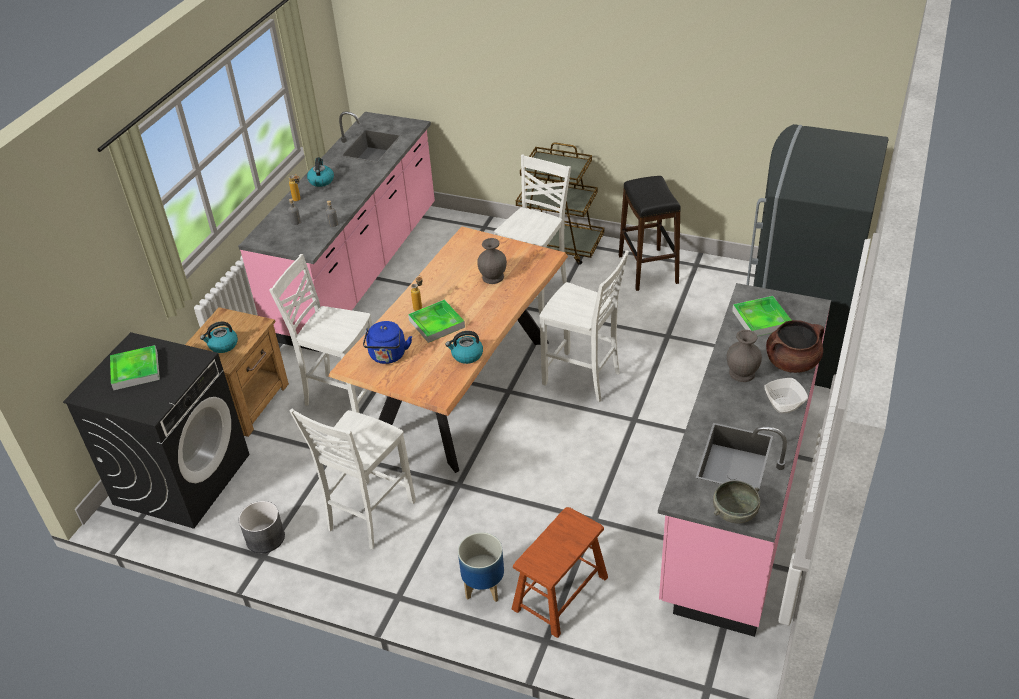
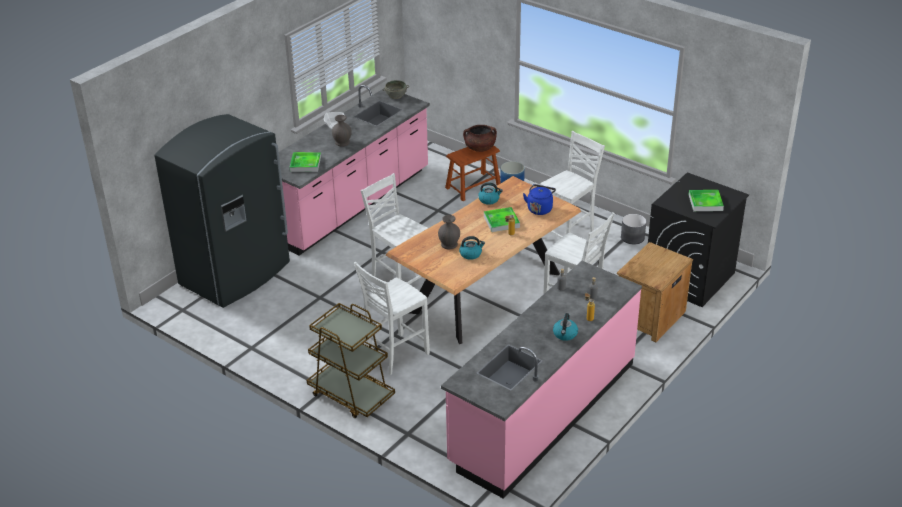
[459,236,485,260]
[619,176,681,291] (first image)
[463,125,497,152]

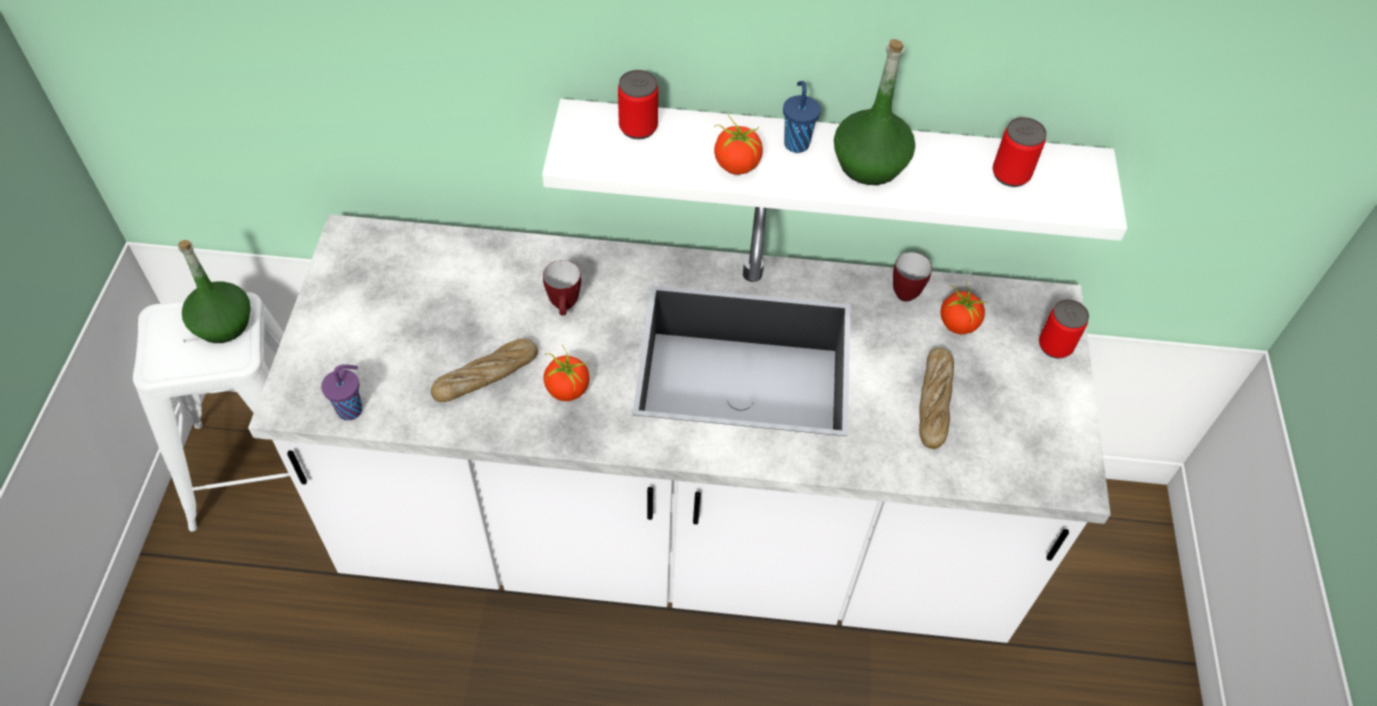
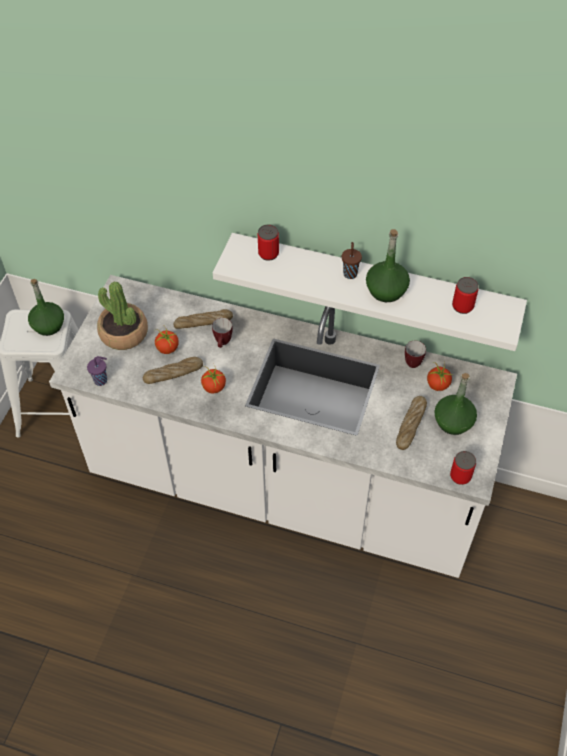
[155,326,179,354]
[342,242,362,279]
[450,451,476,485]
[97,282,148,350]
[174,309,233,329]
[434,373,477,435]

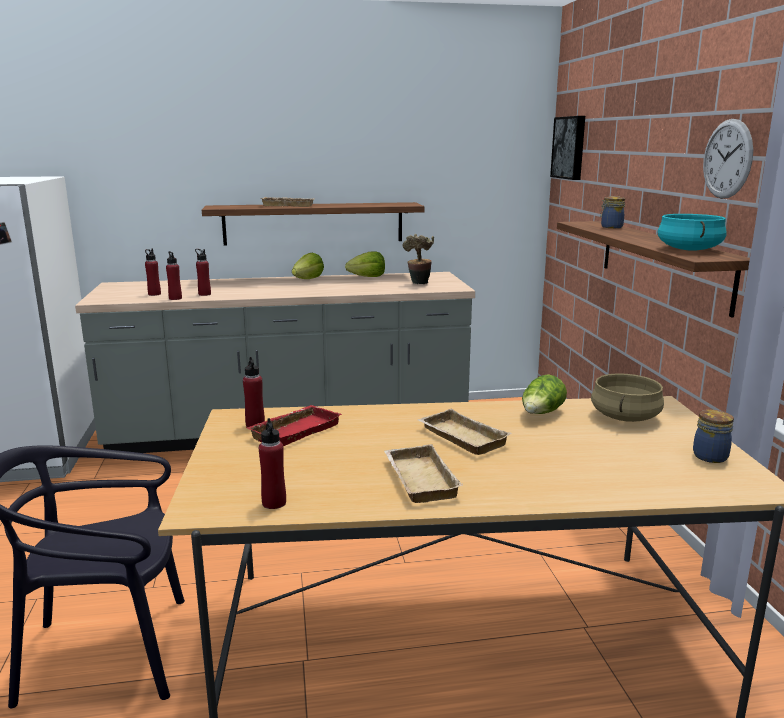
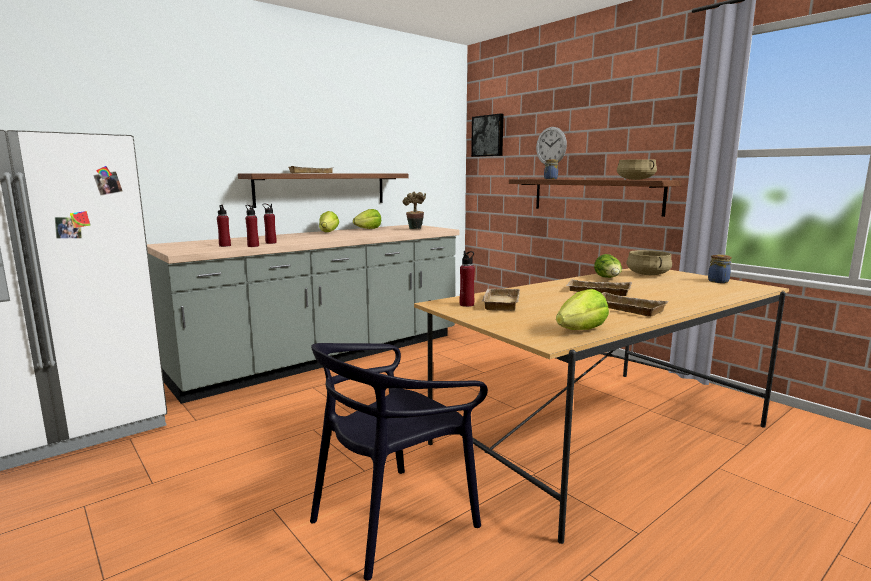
[482,289,520,311]
[556,289,609,330]
[617,159,657,180]
[536,127,567,164]

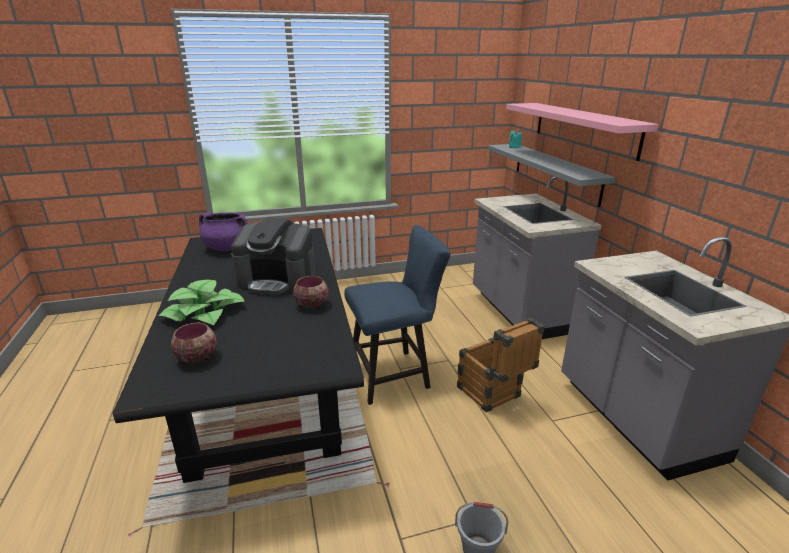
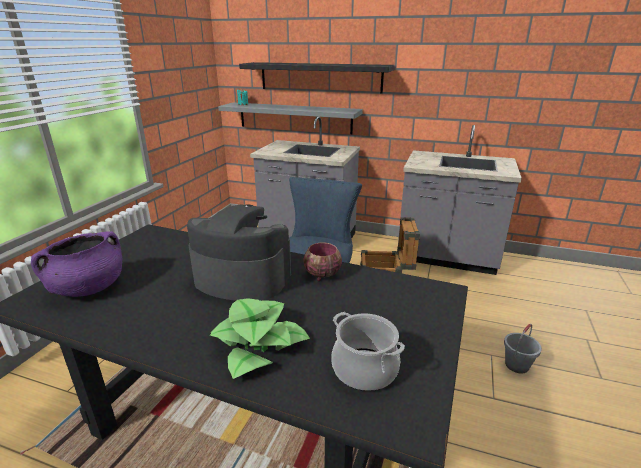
[331,312,405,391]
[187,204,291,301]
[239,62,395,93]

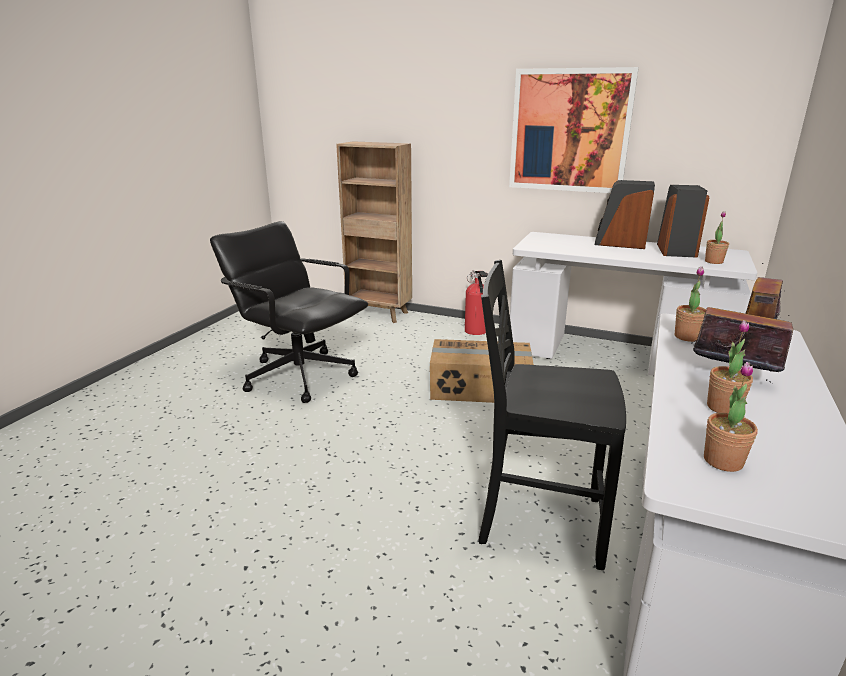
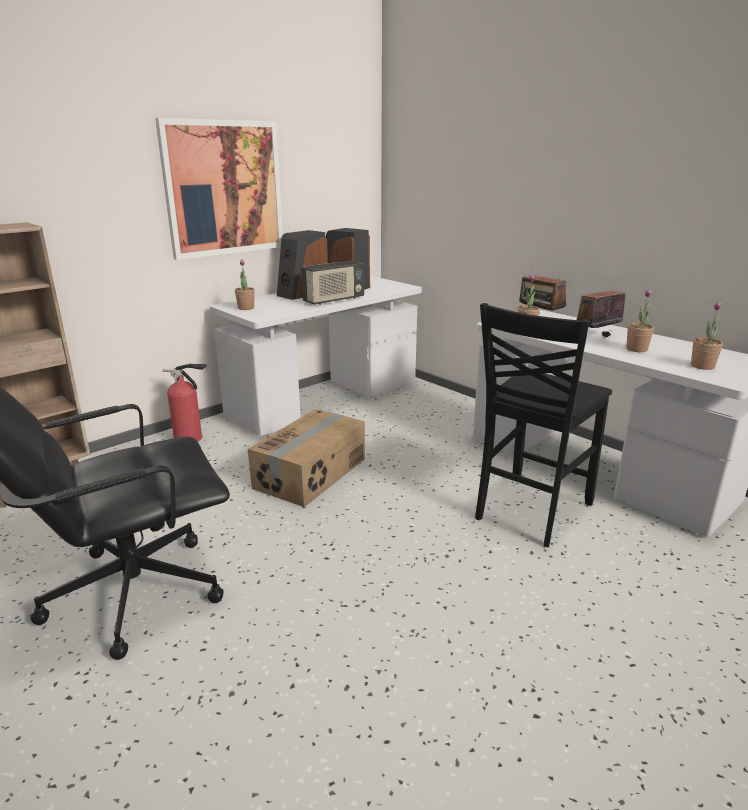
[235,259,254,310]
[301,261,364,305]

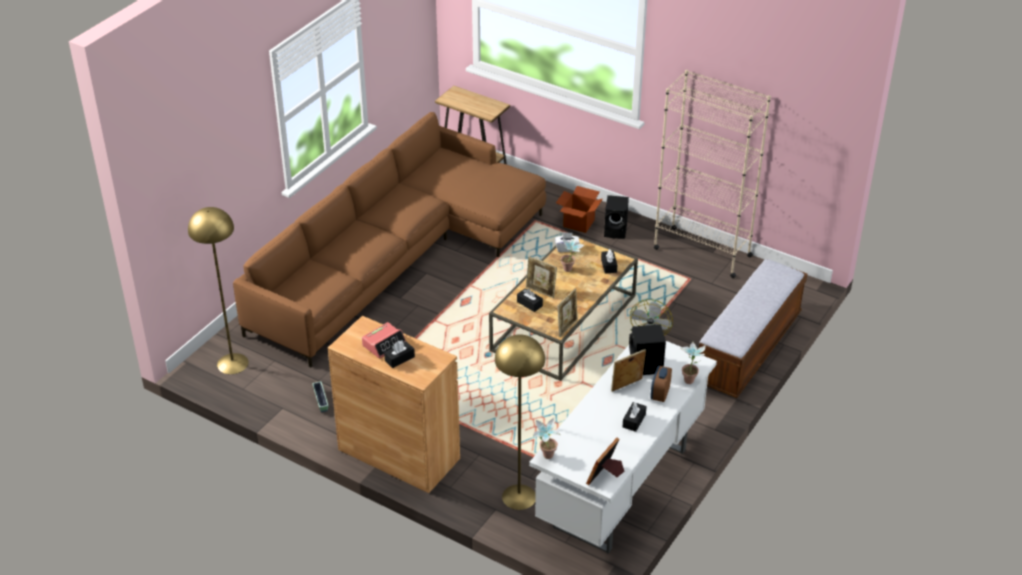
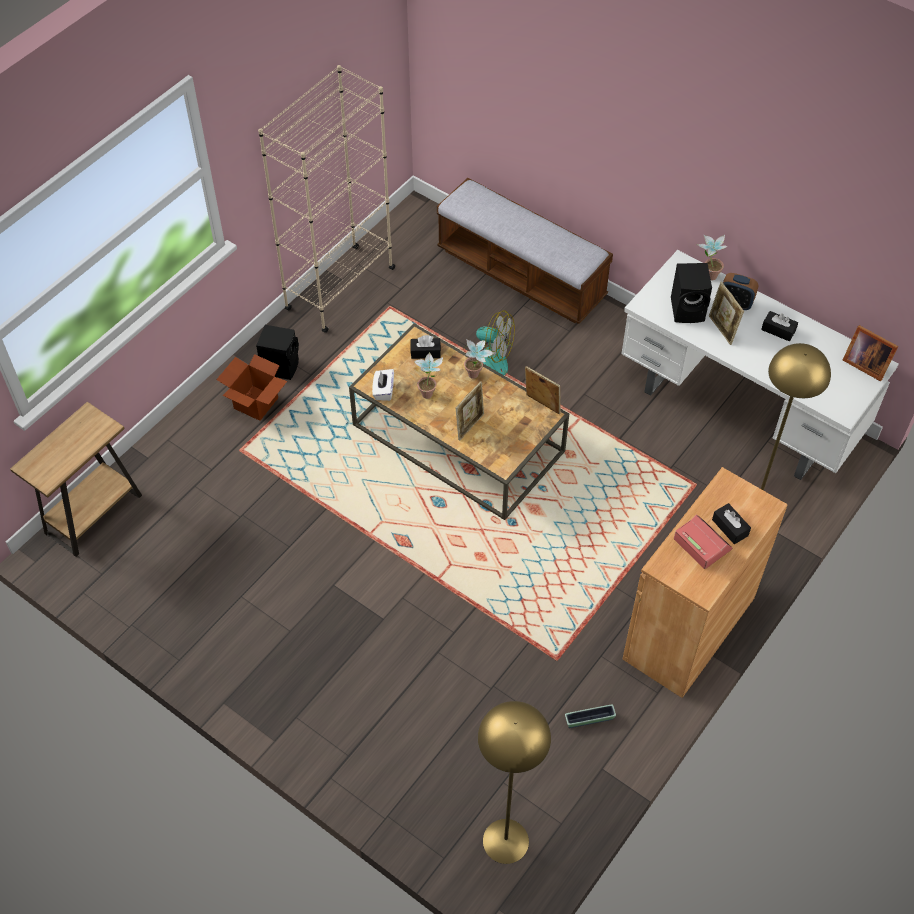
[233,112,546,367] (first image)
[517,288,543,312] (first image)
[464,339,494,379]

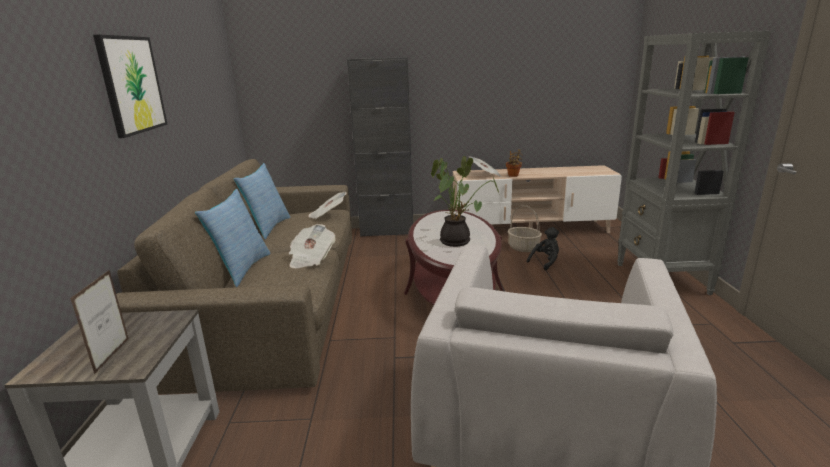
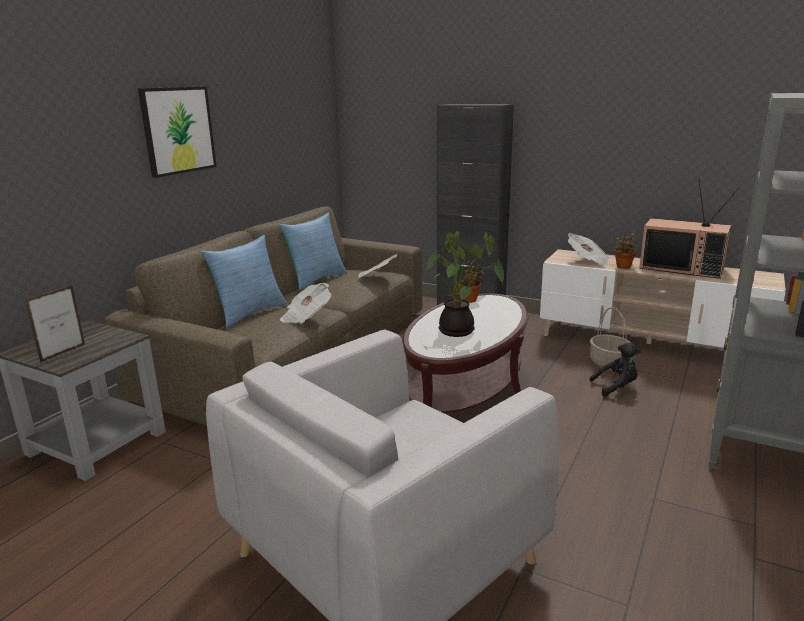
[459,261,484,303]
[639,180,740,279]

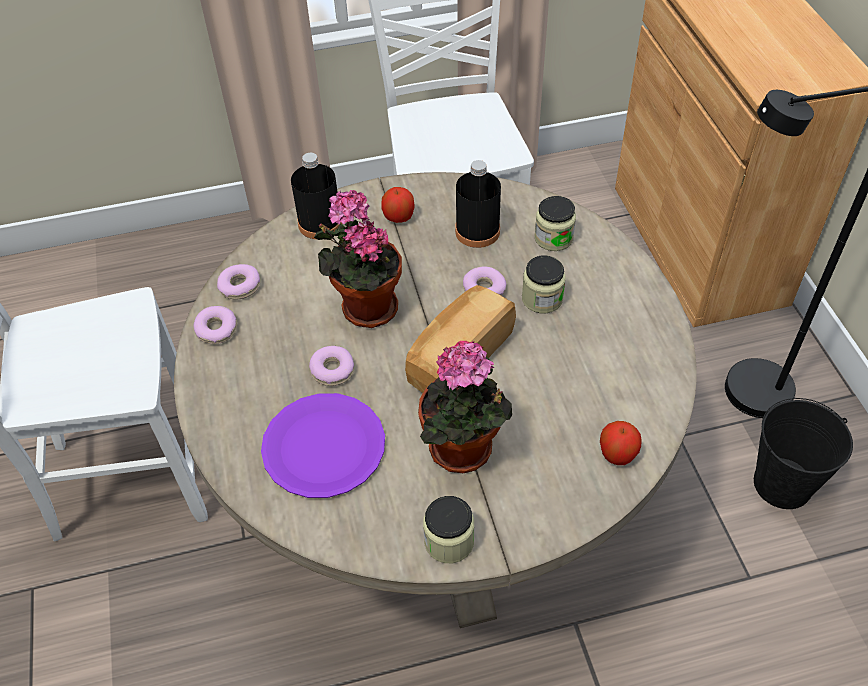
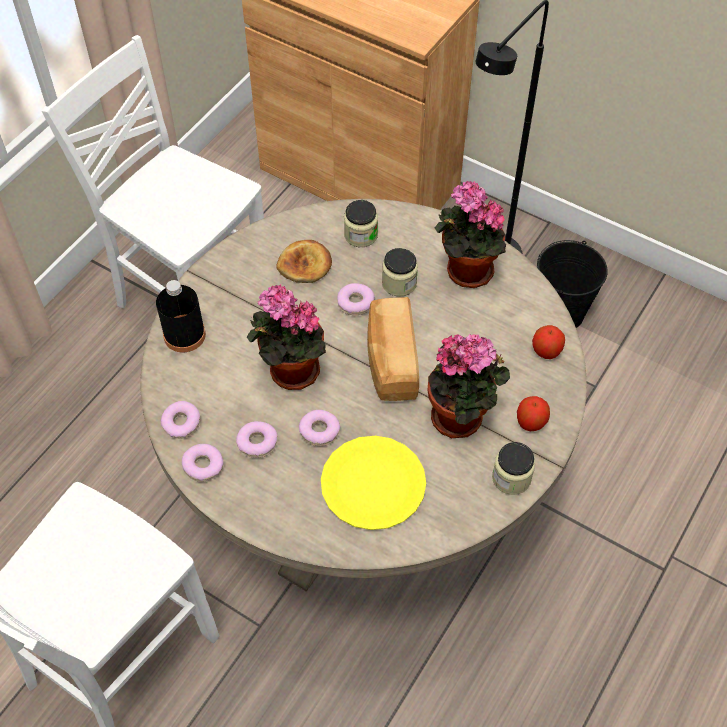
[321,436,426,530]
[517,396,550,431]
[276,240,332,283]
[236,421,277,458]
[434,181,506,288]

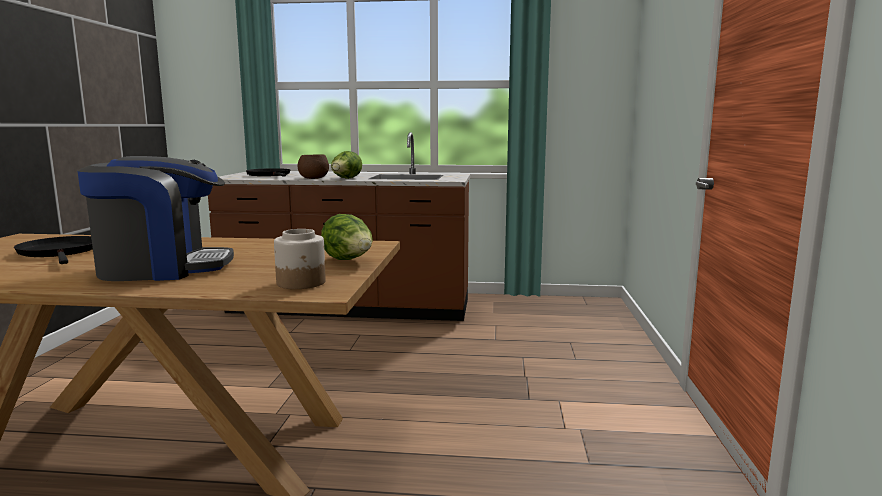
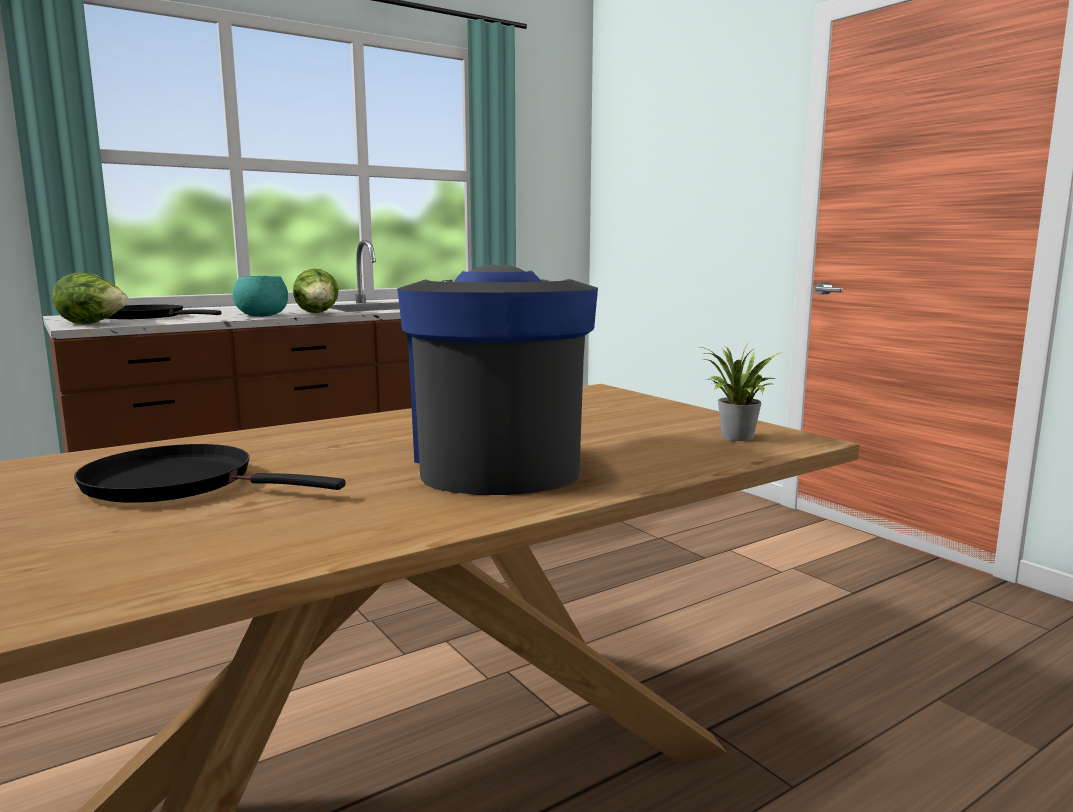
[397,265,598,495]
[701,342,780,441]
[233,276,288,317]
[52,272,129,324]

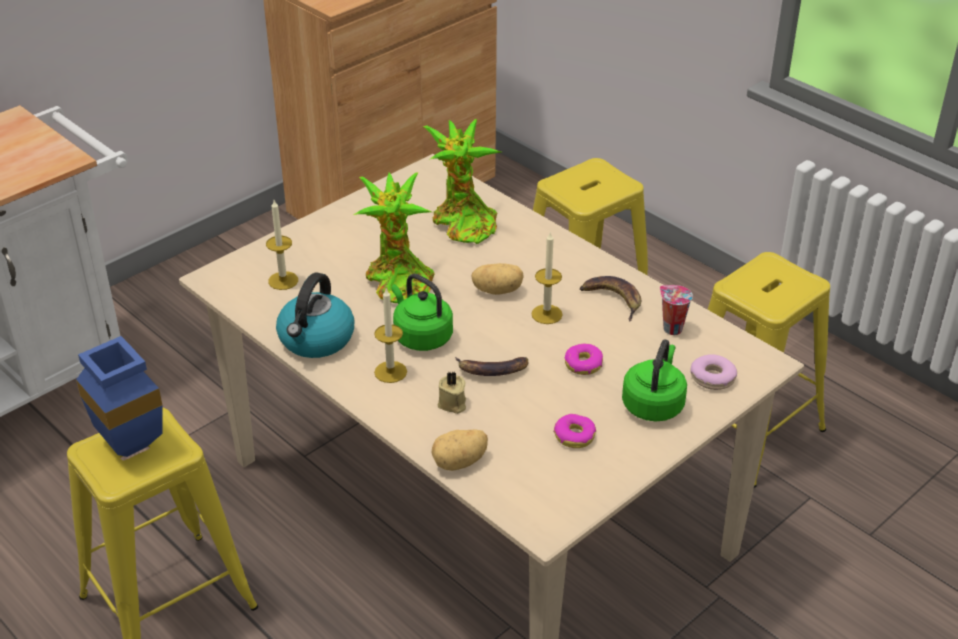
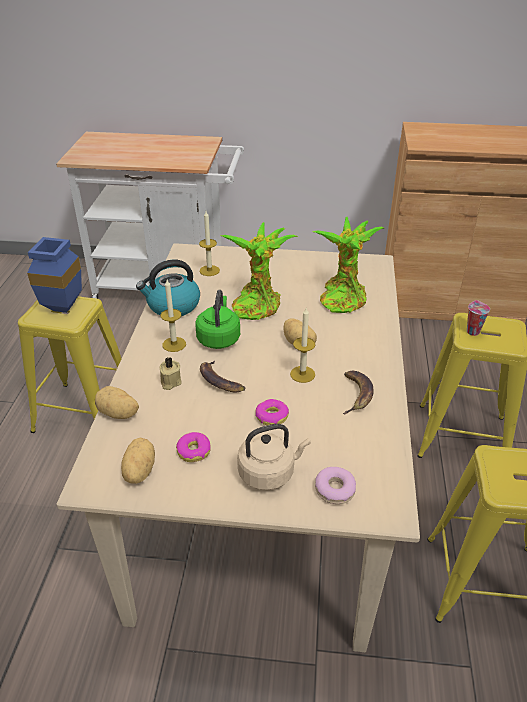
[237,424,311,490]
[467,300,490,336]
[121,438,155,484]

